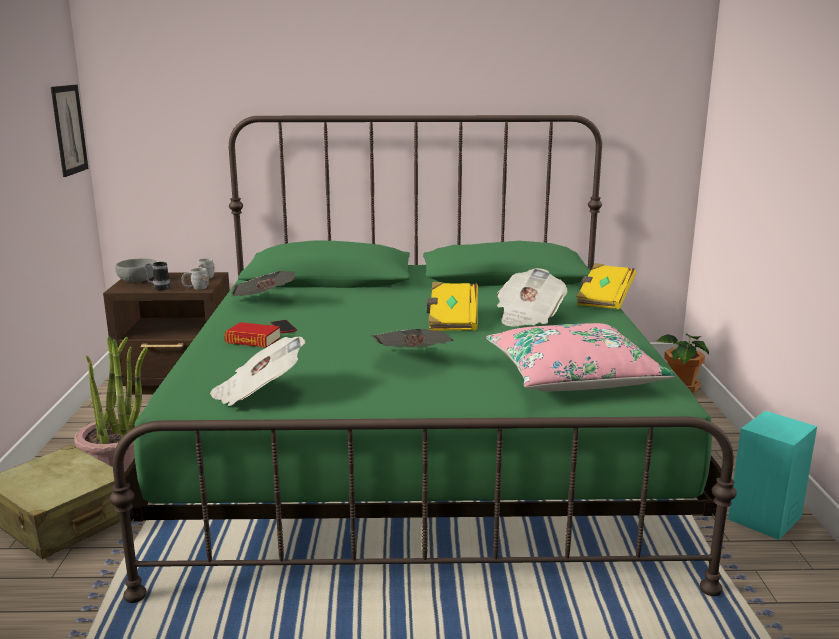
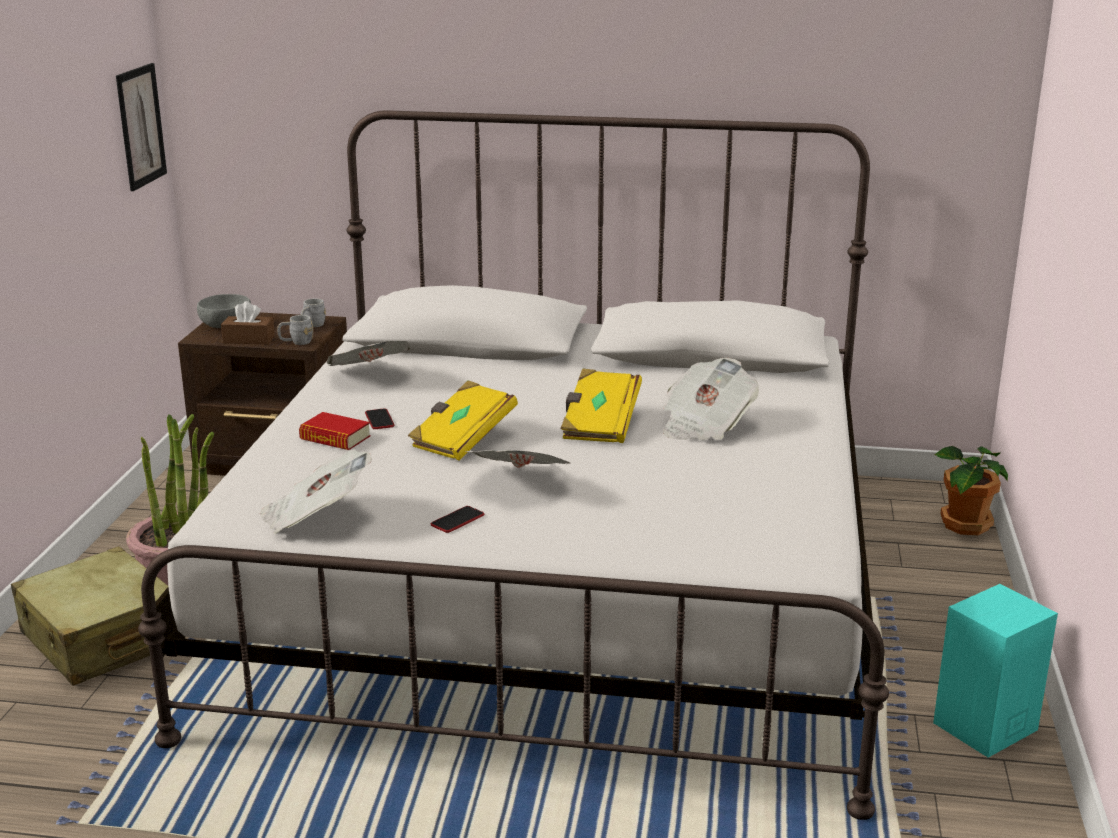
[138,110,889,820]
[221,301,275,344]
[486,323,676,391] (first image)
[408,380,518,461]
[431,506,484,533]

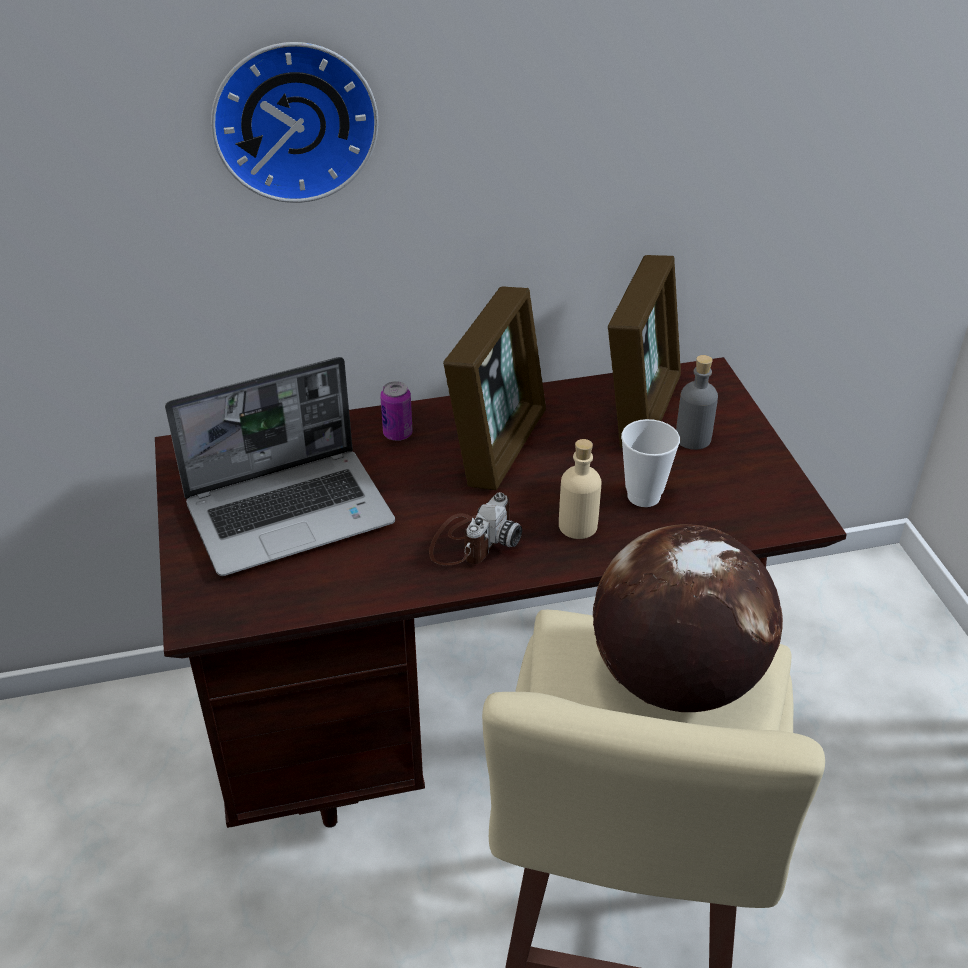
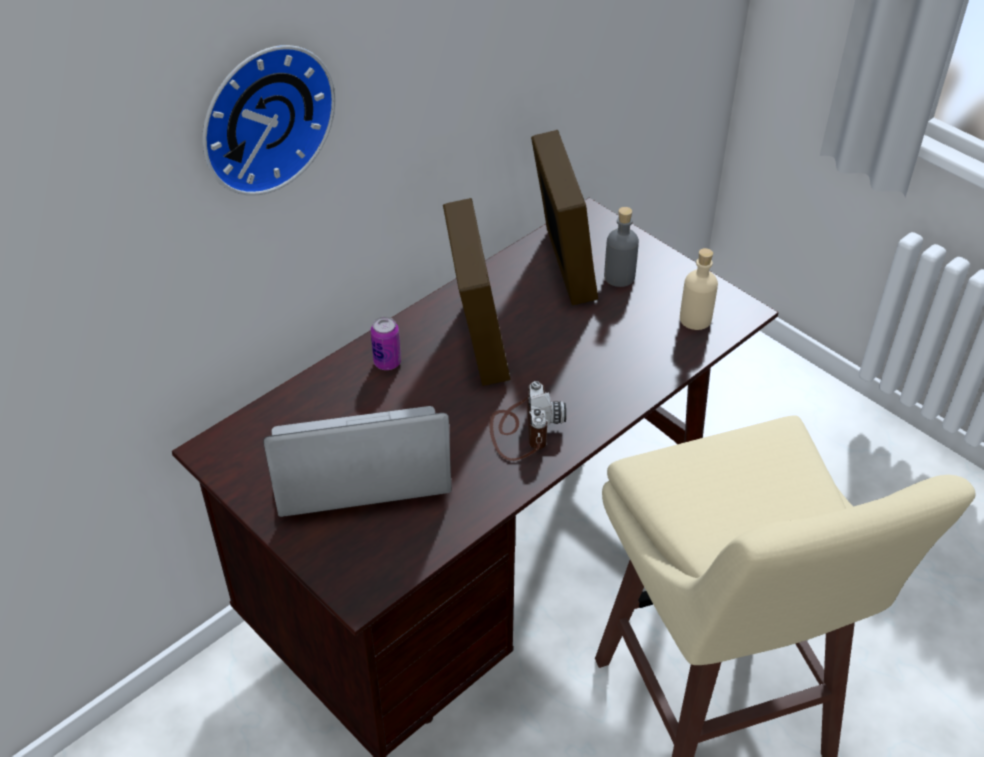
[263,406,452,517]
[680,248,718,330]
[593,524,783,712] (first image)
[621,419,680,507] (first image)

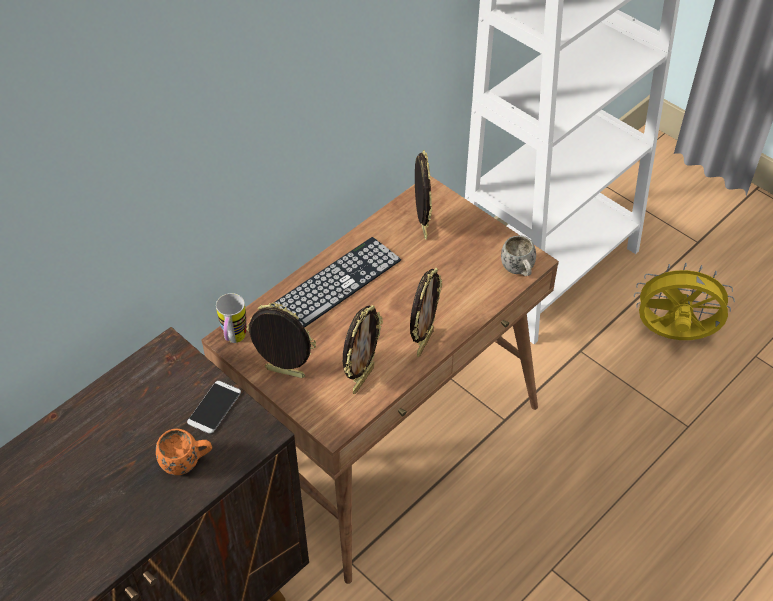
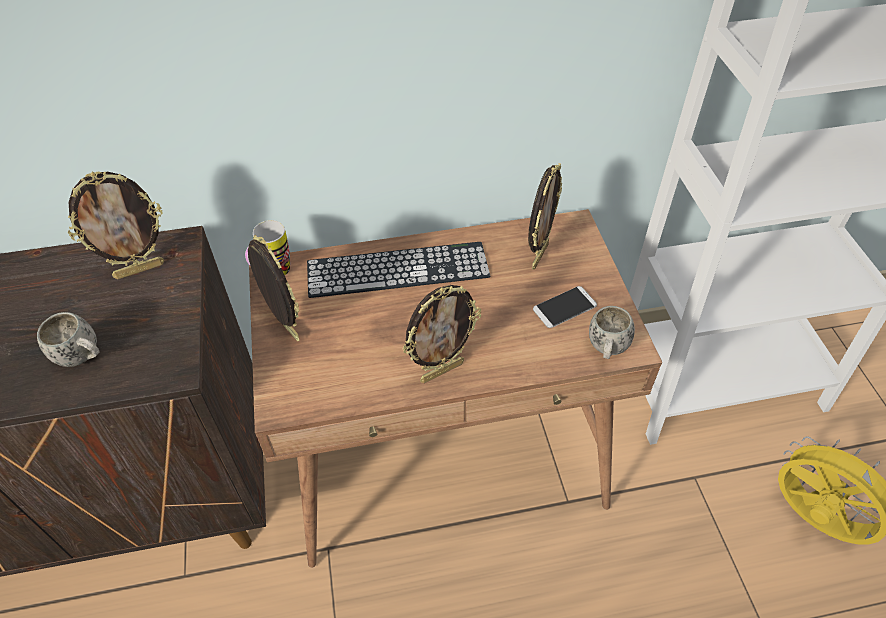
[37,312,100,367]
[533,286,597,328]
[68,172,164,279]

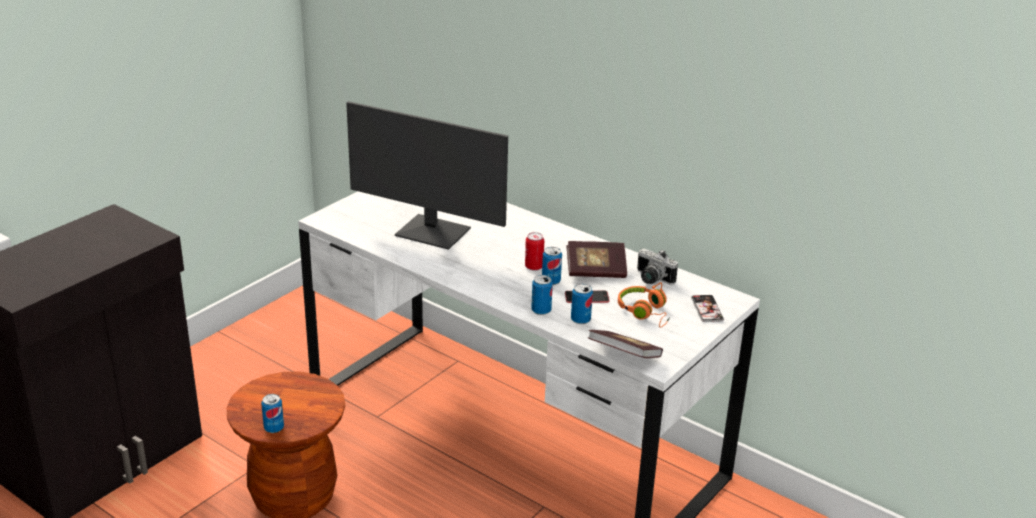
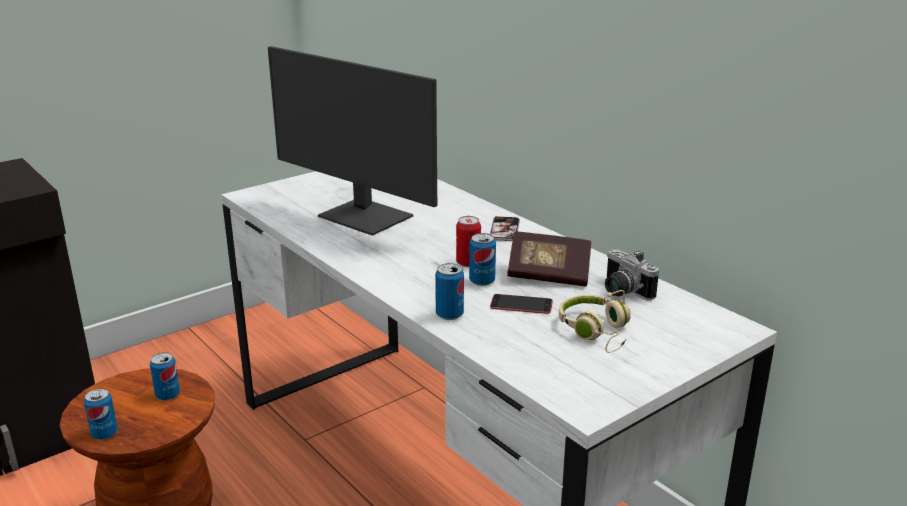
[150,353,180,401]
[587,330,663,358] (first image)
[559,290,631,353]
[490,216,520,241]

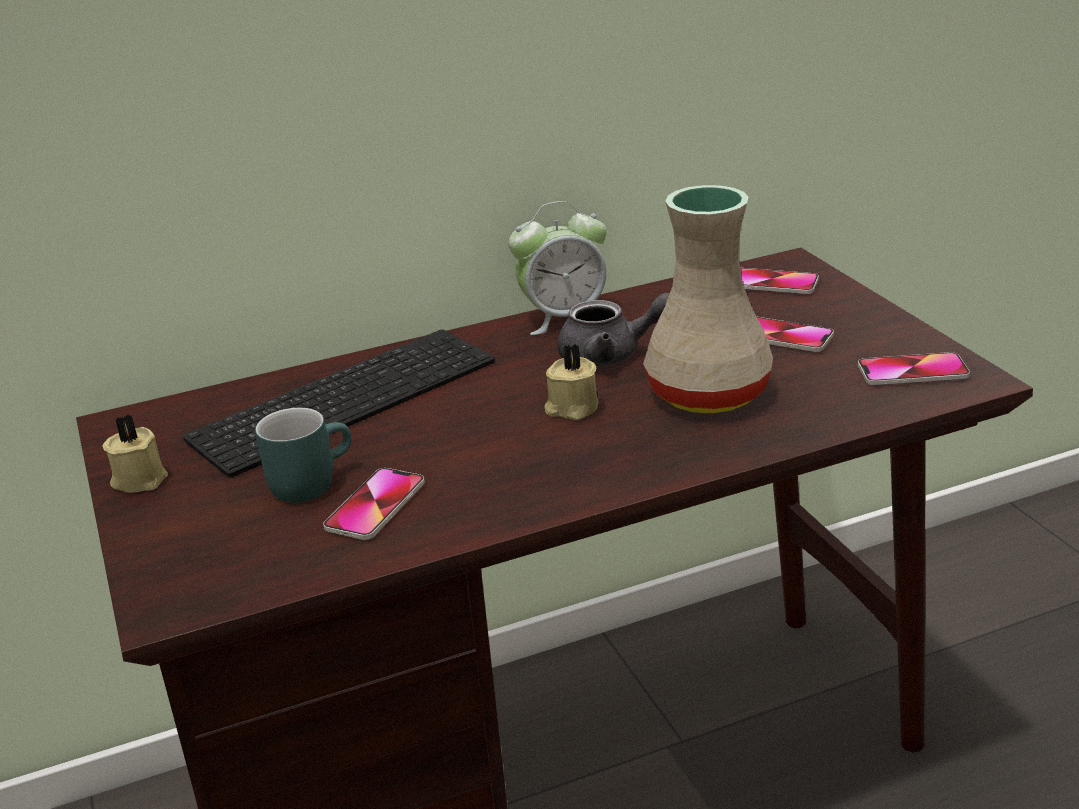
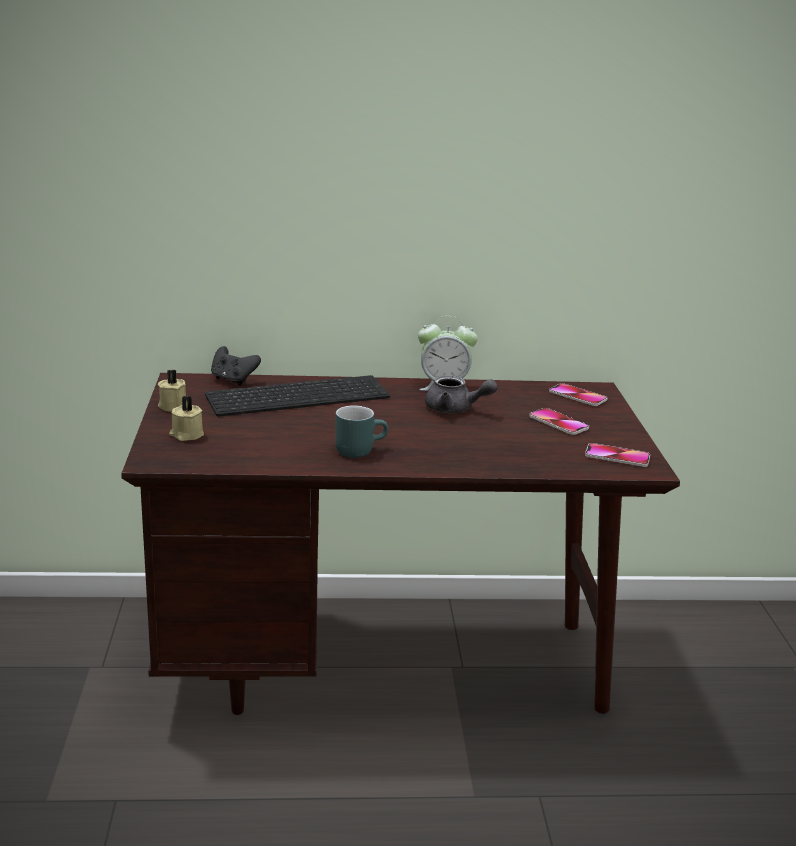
[335,405,388,458]
[323,468,425,540] (first image)
[169,396,204,441]
[643,185,773,413] (first image)
[211,346,261,386]

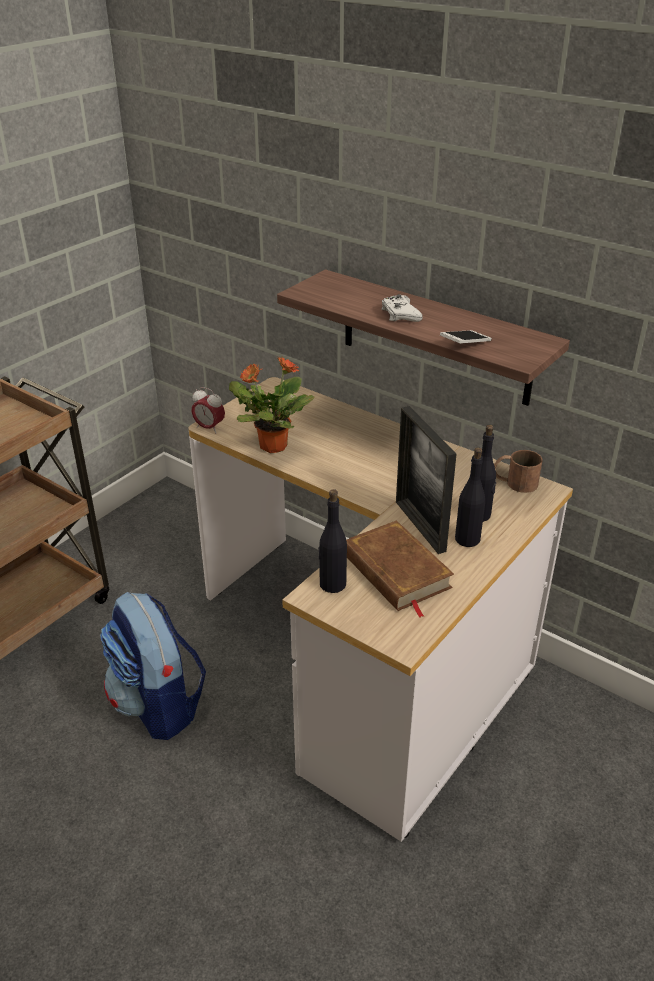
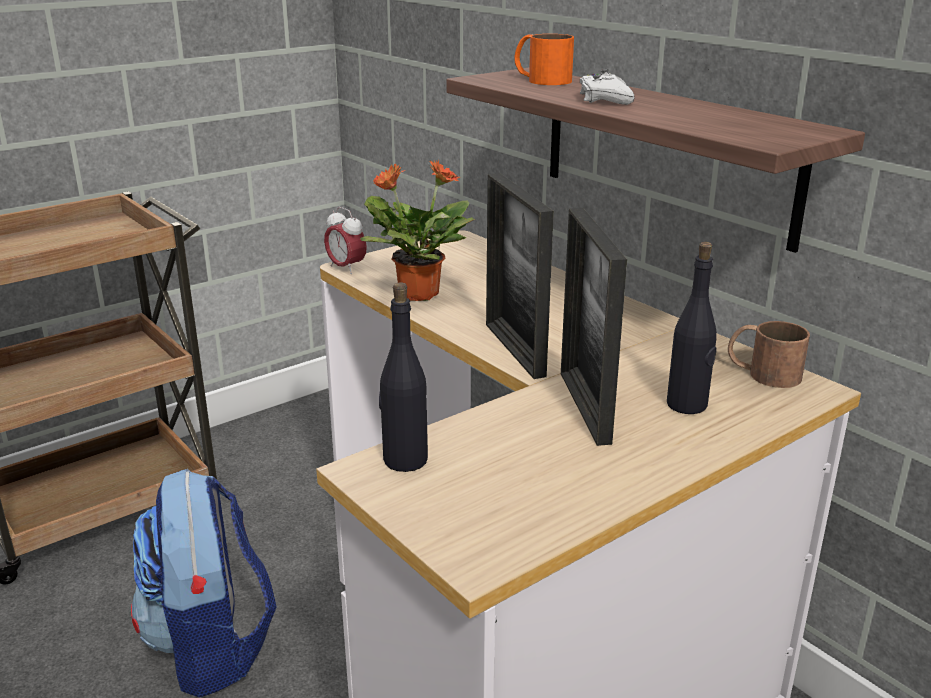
[346,521,454,618] (first image)
[440,330,492,343] (first image)
[455,447,485,547] (first image)
[486,173,554,379]
[514,34,574,85]

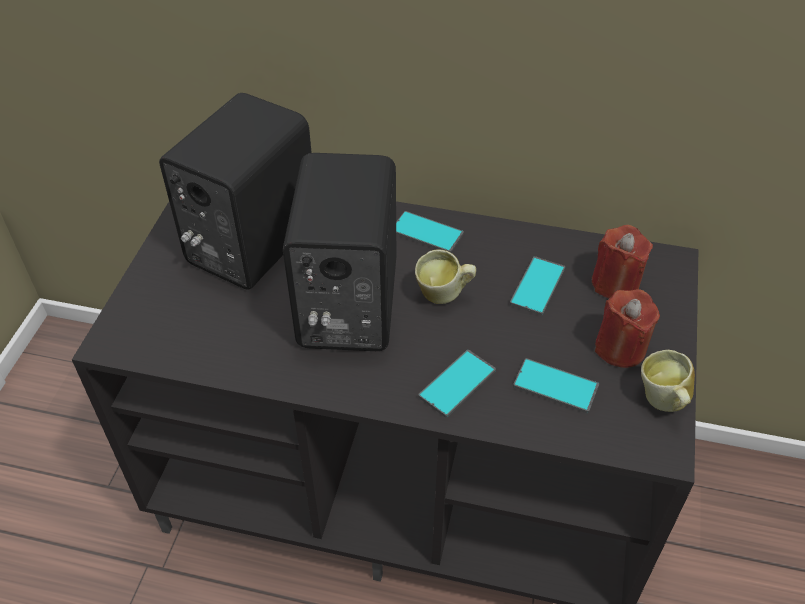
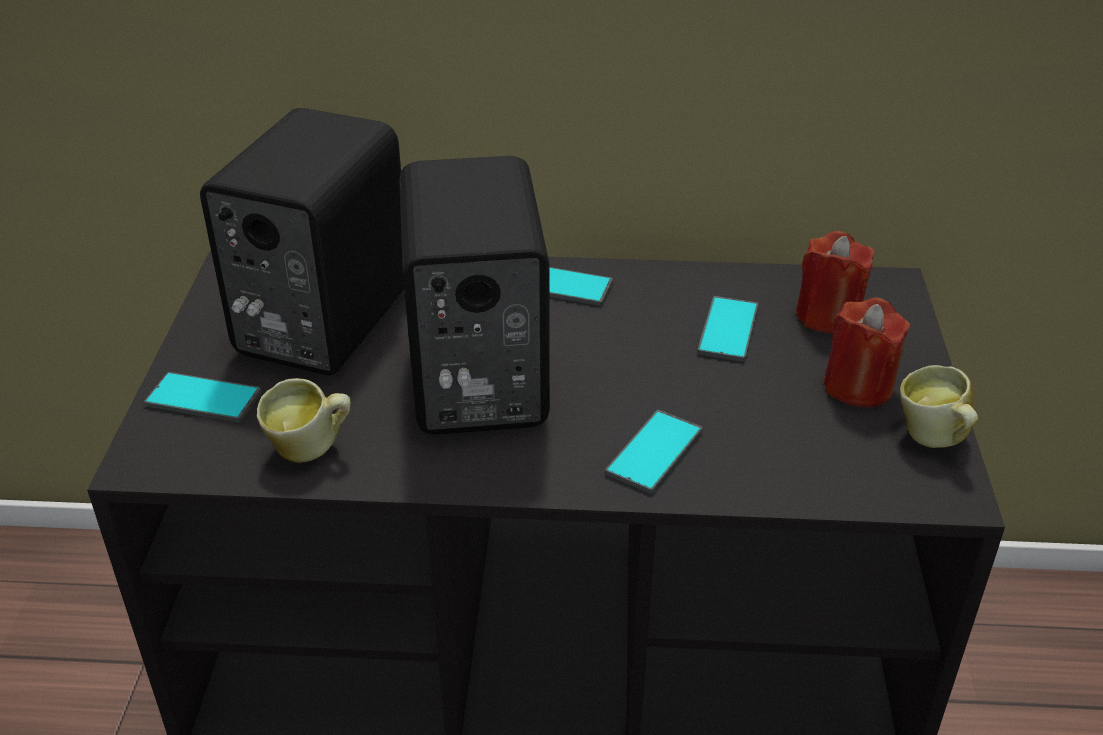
[257,378,351,463]
[144,372,261,423]

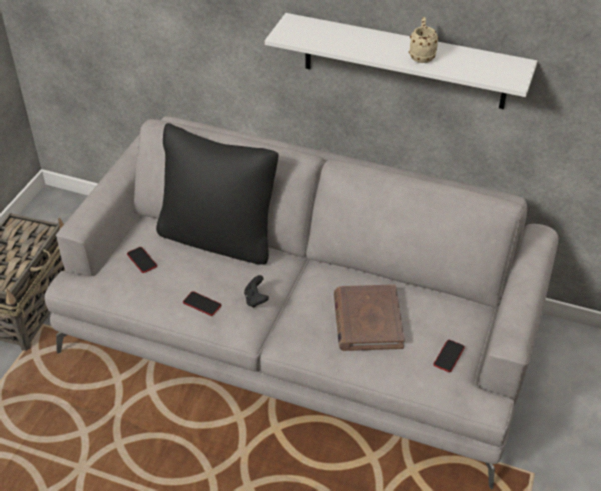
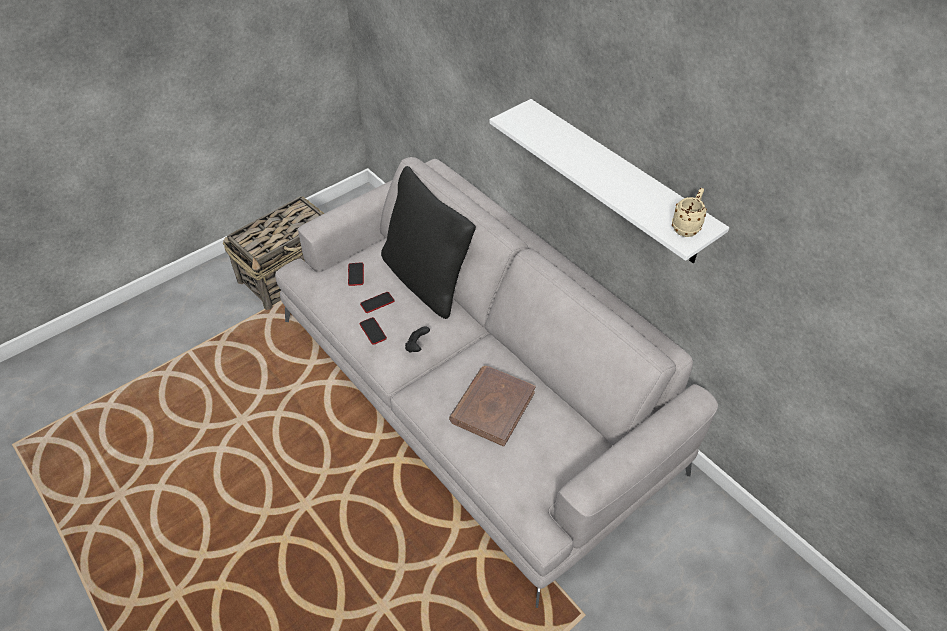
[672,188,707,237]
[360,292,394,313]

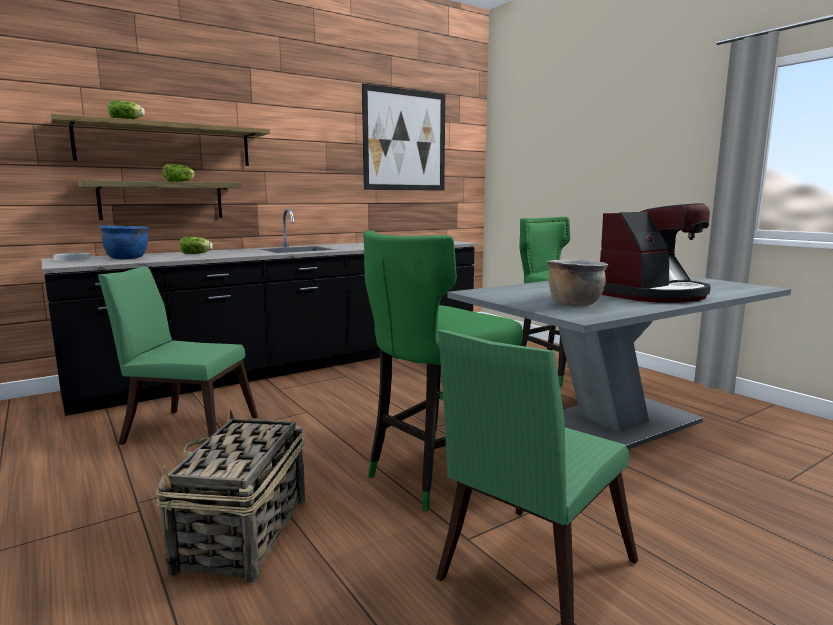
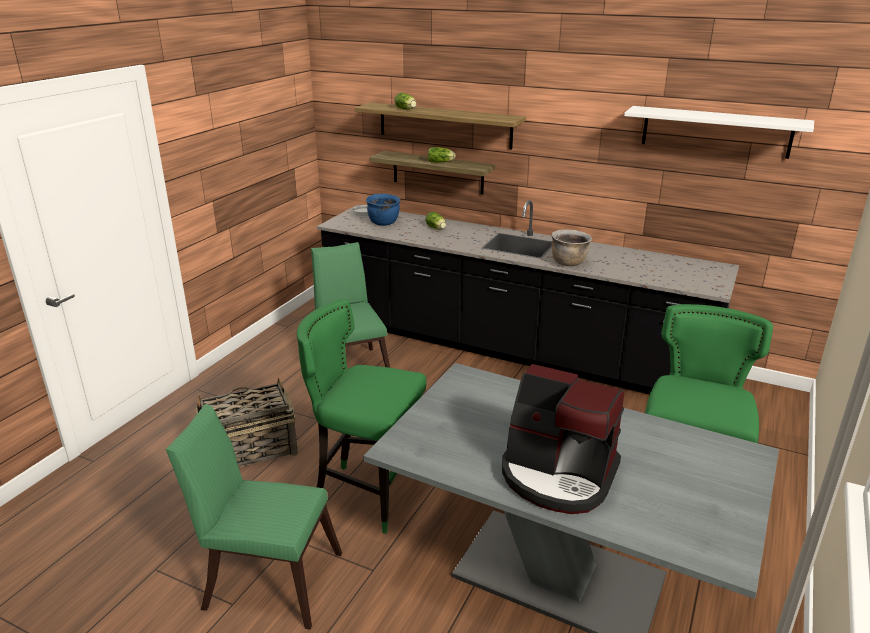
[624,106,814,159]
[552,229,592,266]

